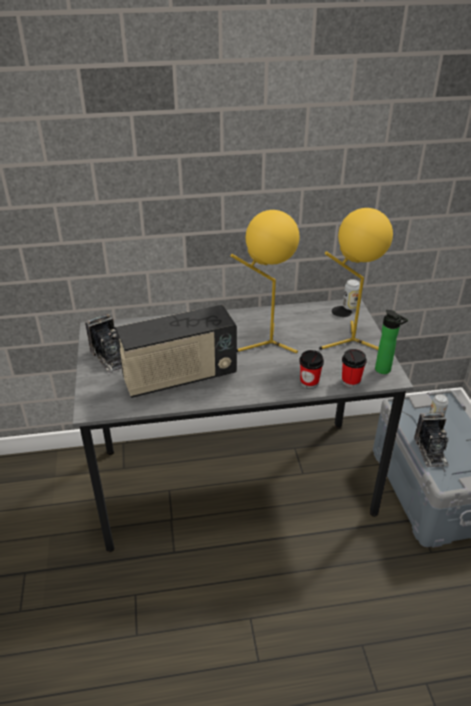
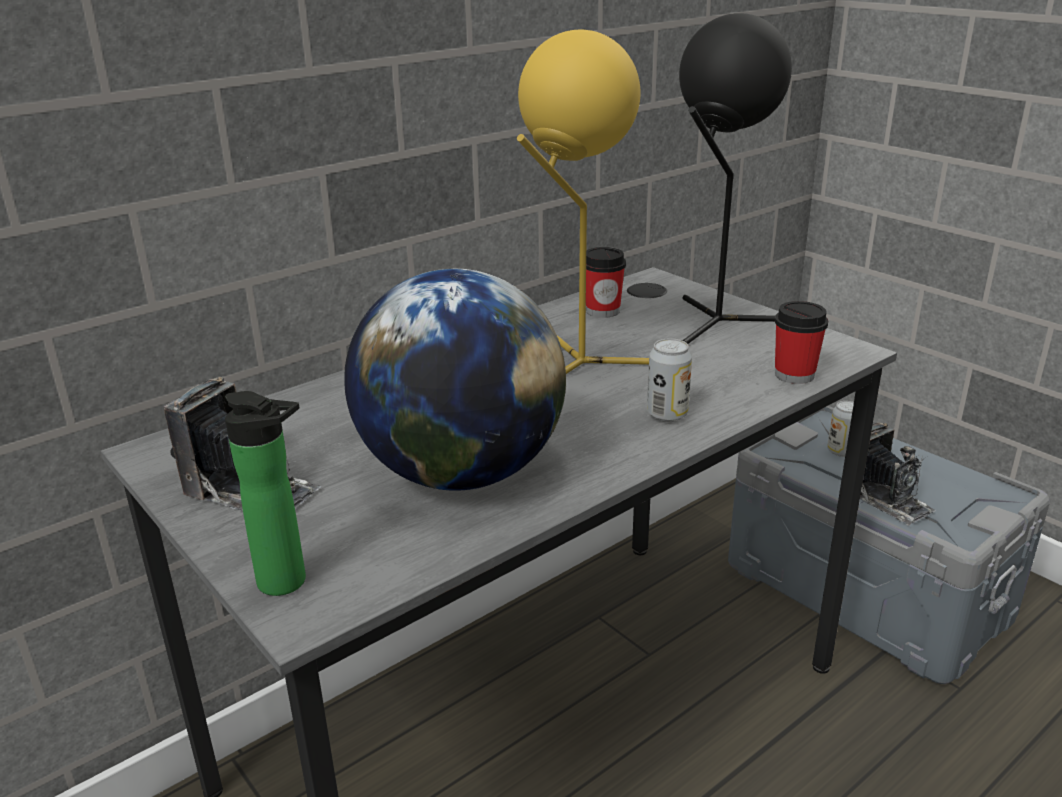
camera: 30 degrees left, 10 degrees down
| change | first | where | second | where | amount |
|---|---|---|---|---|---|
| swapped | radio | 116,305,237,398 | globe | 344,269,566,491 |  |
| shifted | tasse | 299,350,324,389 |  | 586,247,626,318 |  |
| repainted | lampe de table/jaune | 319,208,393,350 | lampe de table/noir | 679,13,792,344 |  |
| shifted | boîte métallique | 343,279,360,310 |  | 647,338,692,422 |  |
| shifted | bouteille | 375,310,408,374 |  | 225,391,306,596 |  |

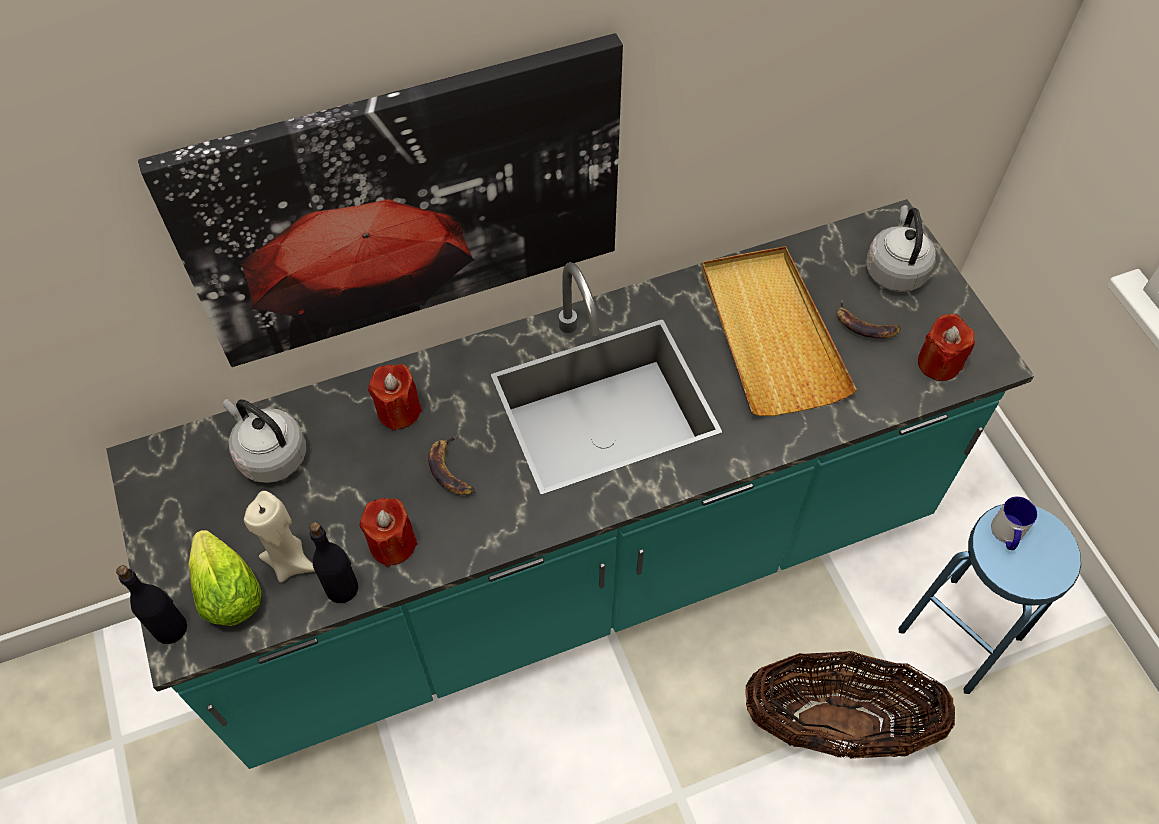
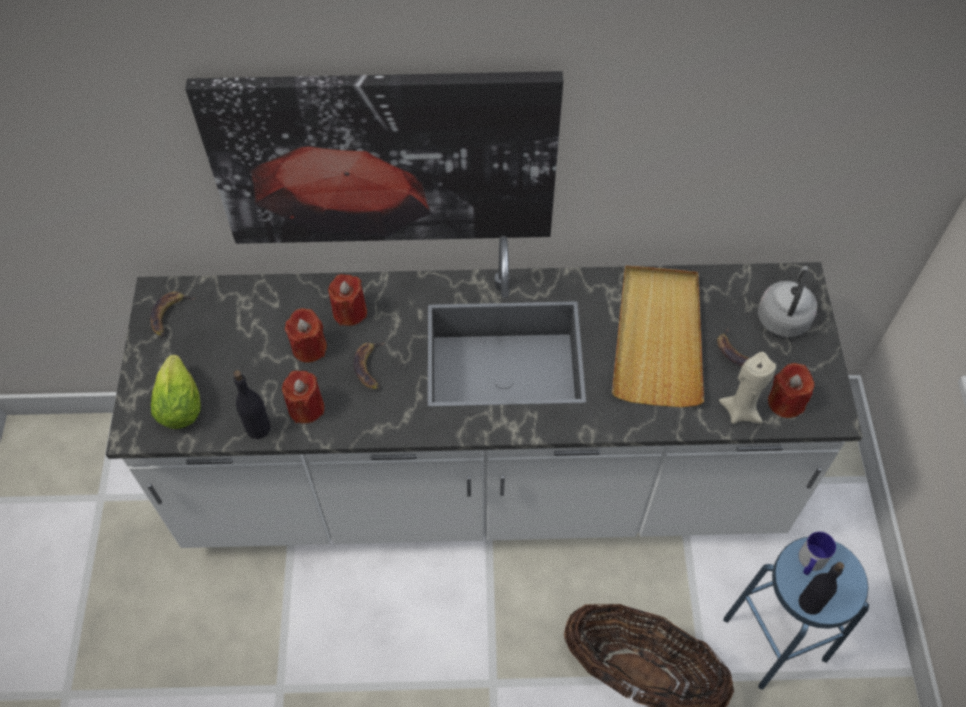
camera: 20 degrees right, 0 degrees up
| change | first | where | second | where | amount |
|---|---|---|---|---|---|
| repainted | comptoir de cuisine/turquoise | 106,199,1034,769 | comptoir de cuisine/blanc | 106,236,863,548 |  |
| shifted | bouteille/noir | 116,565,187,644 |  | 799,562,844,614 |  |
| gone | bouilloire/gris | 223,399,306,483 |  |  |  |
| shifted | bougie/beige | 244,491,315,583 |  | 719,352,776,424 |  |
| new |  |  | banane | 150,292,195,337 |  |
| new |  |  | bougie/rouge | 285,308,327,363 |  |

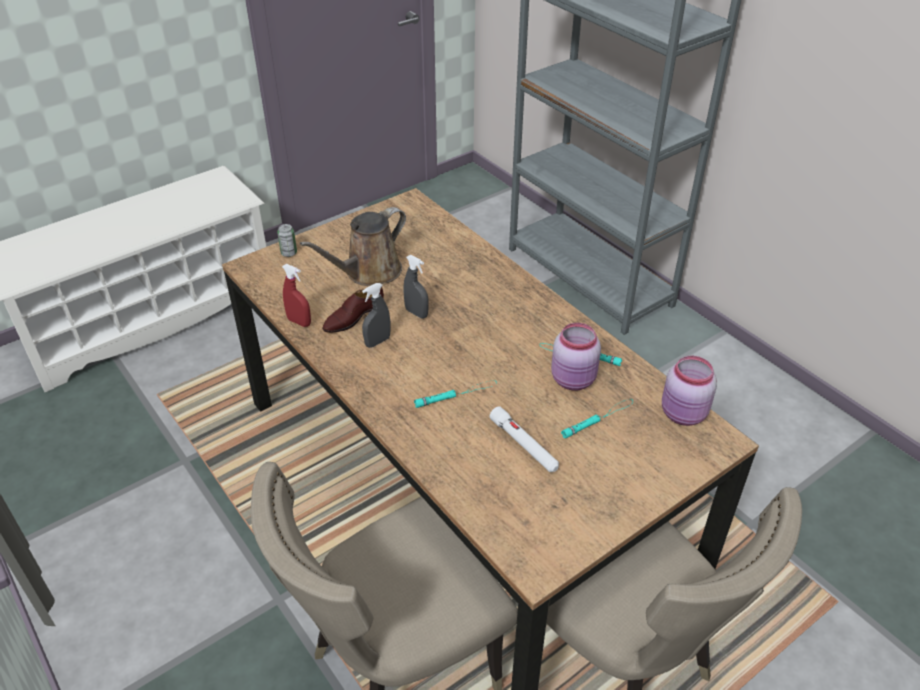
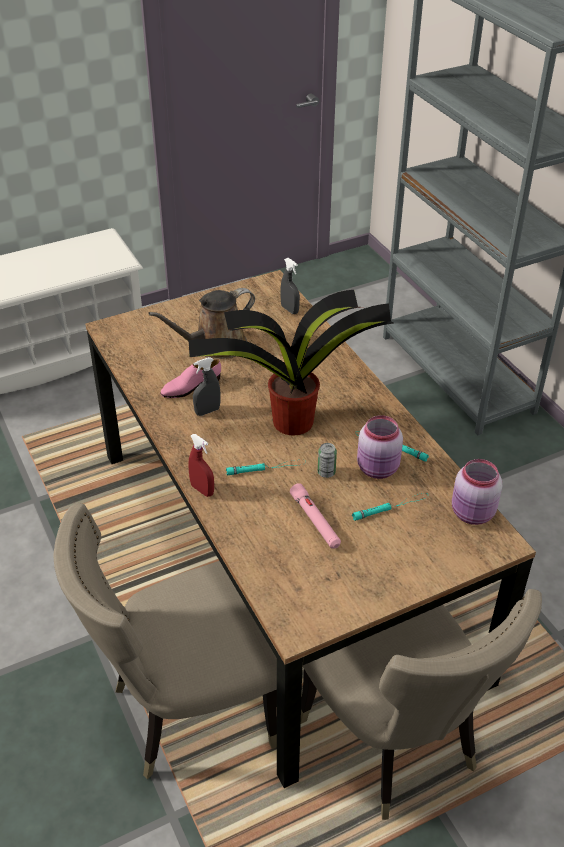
camera: 10 degrees right, 0 degrees up
| change | first | where | second | where | amount |
|---|---|---|---|---|---|
| shifted | boîte métallique | 277,224,297,257 |  | 318,443,337,478 |  |
| shifted | vaporisateur/rouge | 282,264,311,327 |  | 189,434,214,497 |  |
| repainted | chaussure/marron | 322,287,384,333 | chaussure/rose | 160,359,221,398 |  |
| shifted | vaporisateur/gris | 404,255,429,318 |  | 280,258,300,314 |  |
| repainted | lampe de poche/blanc | 490,406,559,472 | lampe de poche/rose | 290,483,341,548 |  |
| new |  |  | plante en pot | 189,290,394,436 |  |

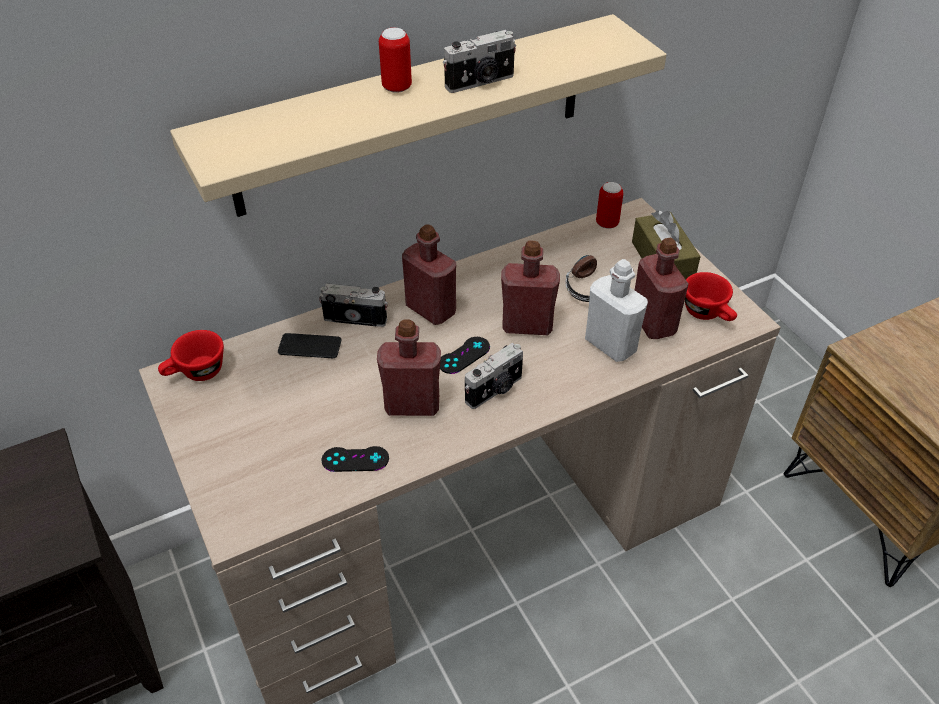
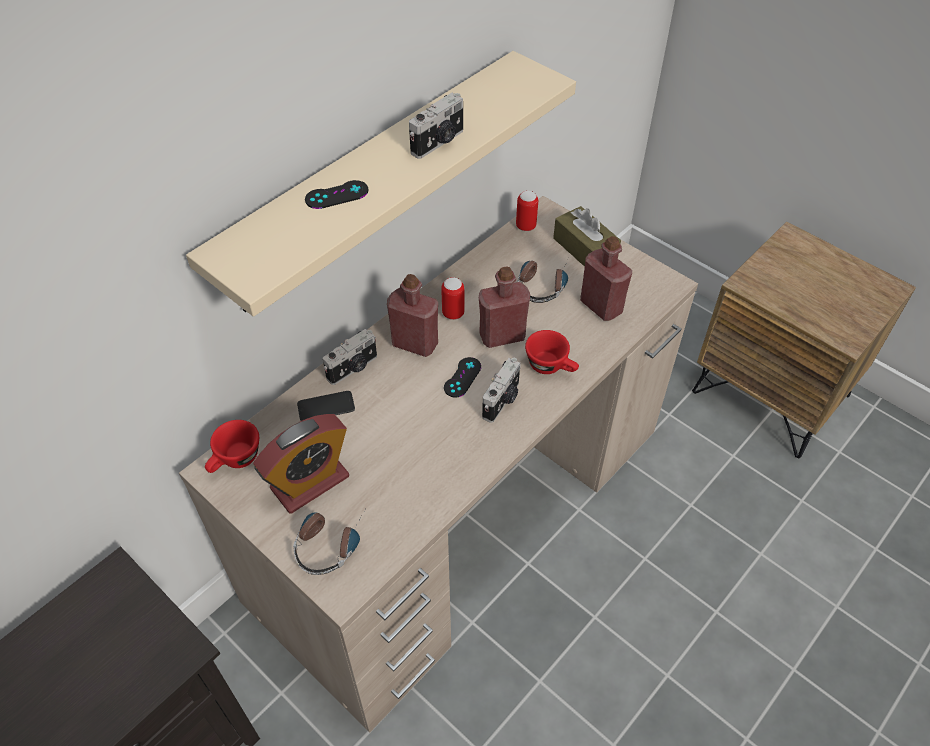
camera: 20 degrees left, 5 degrees up
| change | first | where | second | where | amount |
|---|---|---|---|---|---|
| rotated | appareil photo | 319,283,388,327 |  | 323,329,377,385 | 150 degrees clockwise |
| shifted | manette/noir | 322,446,389,472 |  | 305,180,368,209 |  |
| gone | bouteille/rouge | 377,319,441,416 |  |  |  |
| shifted | boîte métallique | 379,28,412,93 |  | 441,277,464,320 |  |
| gone | bouteille/blanc | 585,259,648,362 |  |  |  |
| shifted | tasse/rouge | 685,272,737,321 |  | 525,330,579,374 |  |
| new |  |  | réveil | 253,414,349,514 |  |
| new |  |  | casque audio | 293,507,367,575 |  |

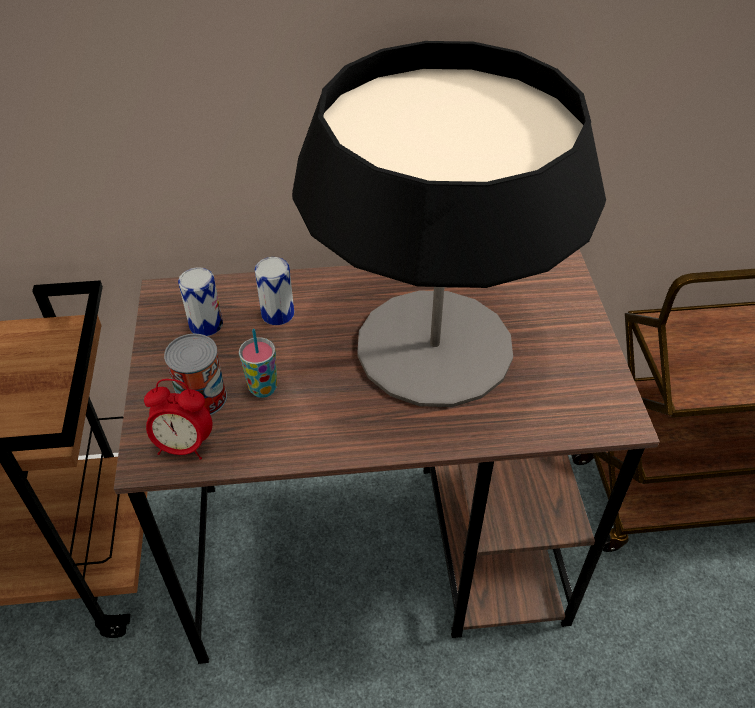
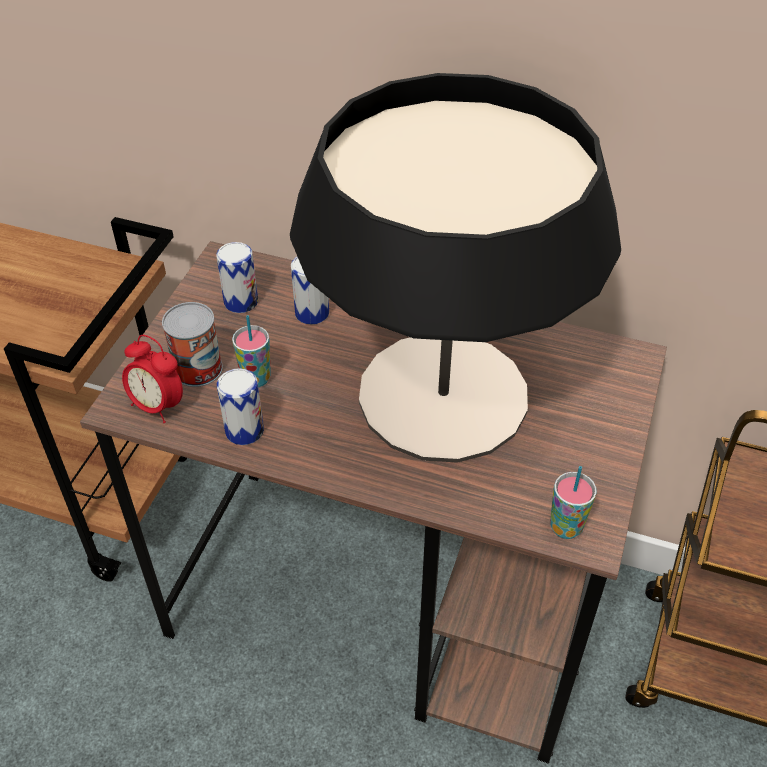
camera: 25 degrees right, 0 degrees up
| change | first | where | second | where | amount |
|---|---|---|---|---|---|
| new |  |  | boîte métallique | 217,368,264,445 |  |
| new |  |  | tasse | 550,466,597,539 |  |

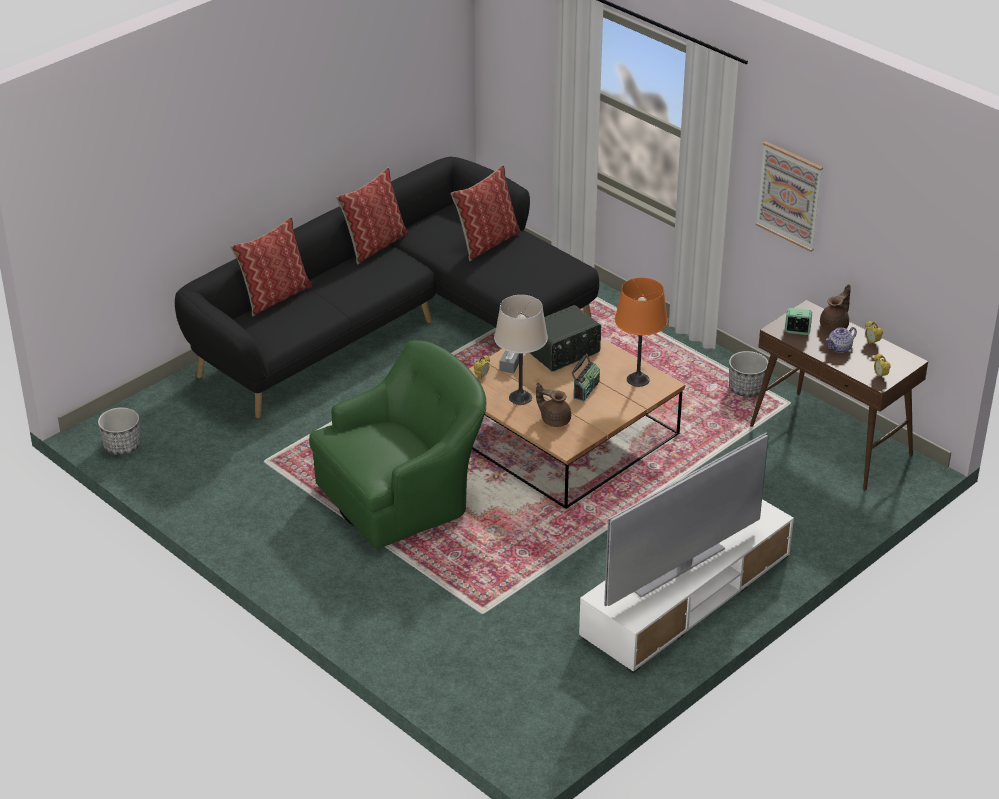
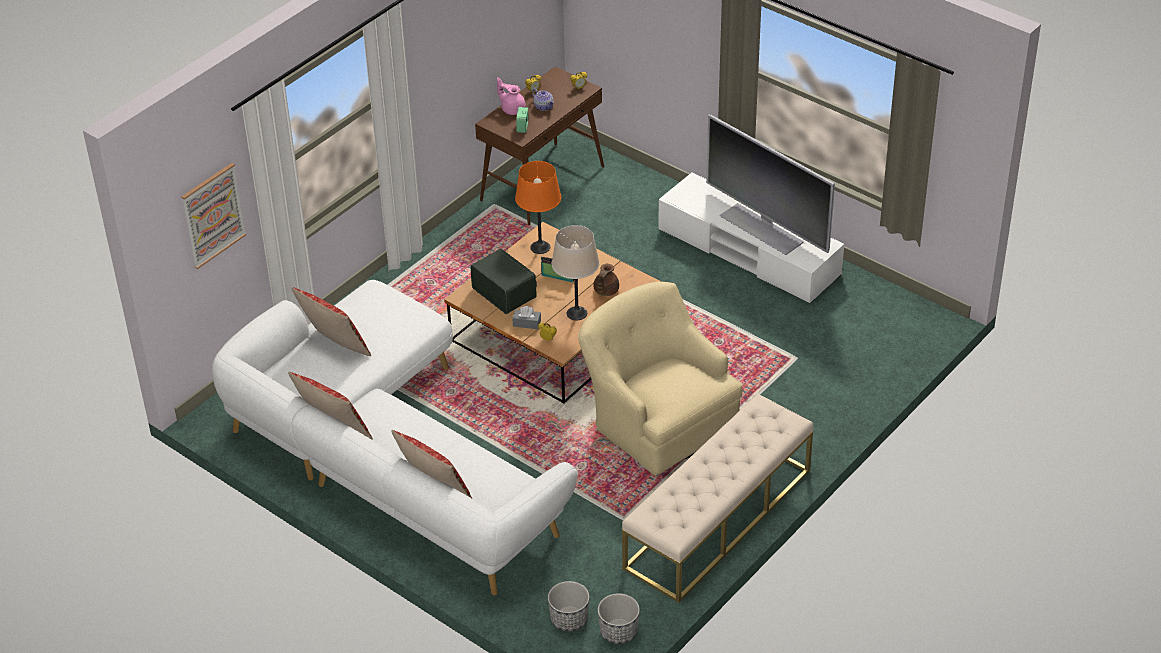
camera: 95 degrees left, 5 degrees up
| change | first | where | second | where | amount |
|---|---|---|---|---|---|
| repainted | canapé/noir | 175,157,599,418 | canapé/blanc | 212,280,578,595 |  |
| repainted | fauteuil/vert | 309,340,486,549 | fauteuil/beige | 578,282,742,475 |  |
| shifted | cache-pot | 729,351,768,397 |  | 548,581,589,632 |  |
| shifted | tableau | 755,141,823,252 |  | 181,163,246,269 |  |
| repainted | théière/marron | 820,284,851,332 | théière/rose | 497,78,526,115 |  |
| new |  |  | banc/beige | 622,394,813,603 |  |

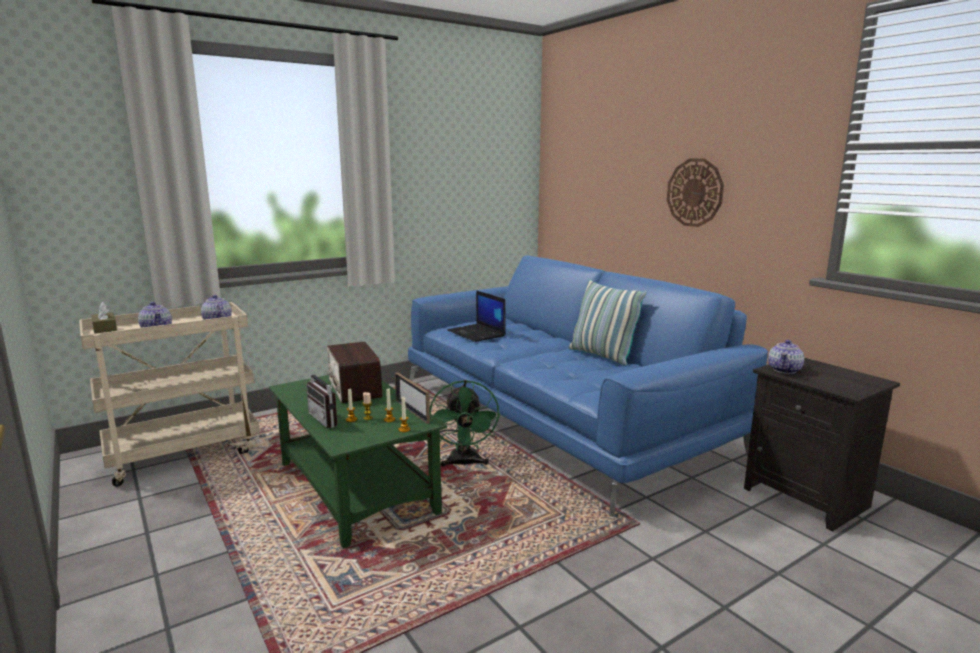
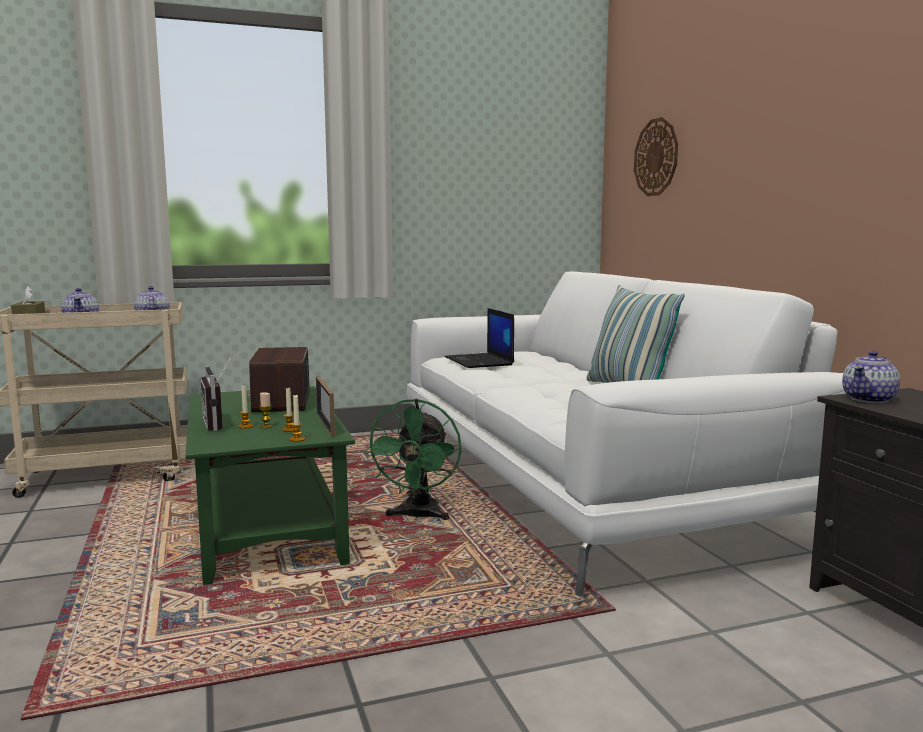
camera: 15 degrees right, 5 degrees down
| change | first | where | second | where | amount |
|---|---|---|---|---|---|
| repainted | canapé/bleu | 408,255,768,517 | canapé/blanc | 407,271,846,597 |  |
| shifted | horloge murale | 667,158,724,227 |  | 634,117,678,196 |  |

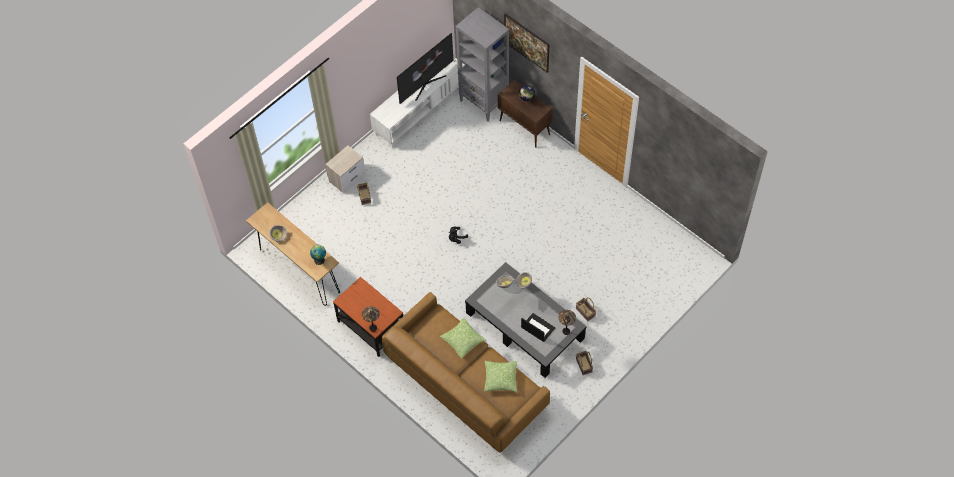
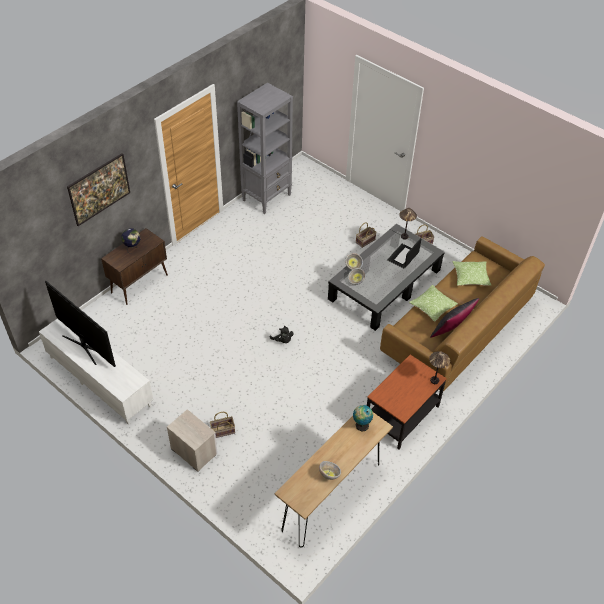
camera: 95 degrees left, 10 degrees down
| change | first | where | second | where | amount |
|---|---|---|---|---|---|
| shifted | bibliothèque/gris | 455,7,509,121 |  | 237,83,293,214 |  |
| new |  |  | coussin/noir | 430,298,479,338 |  |

